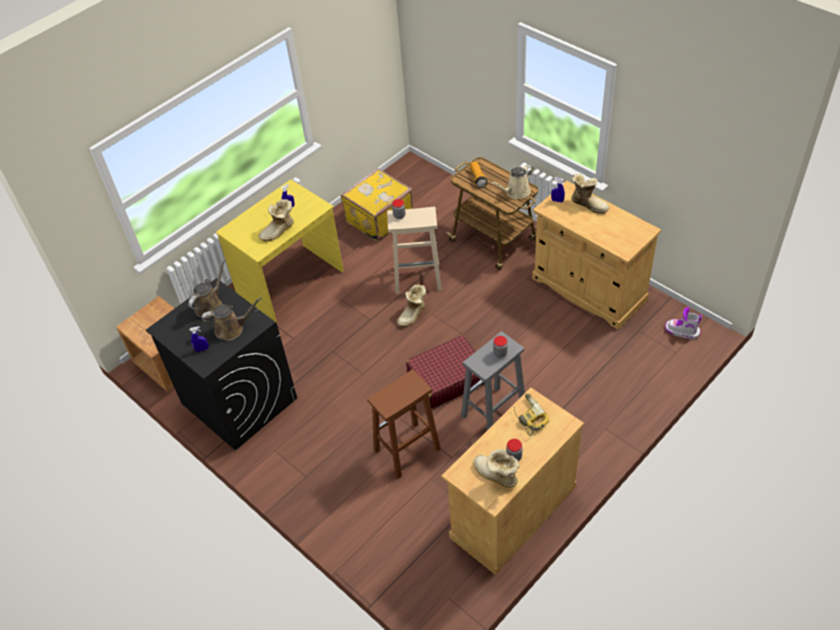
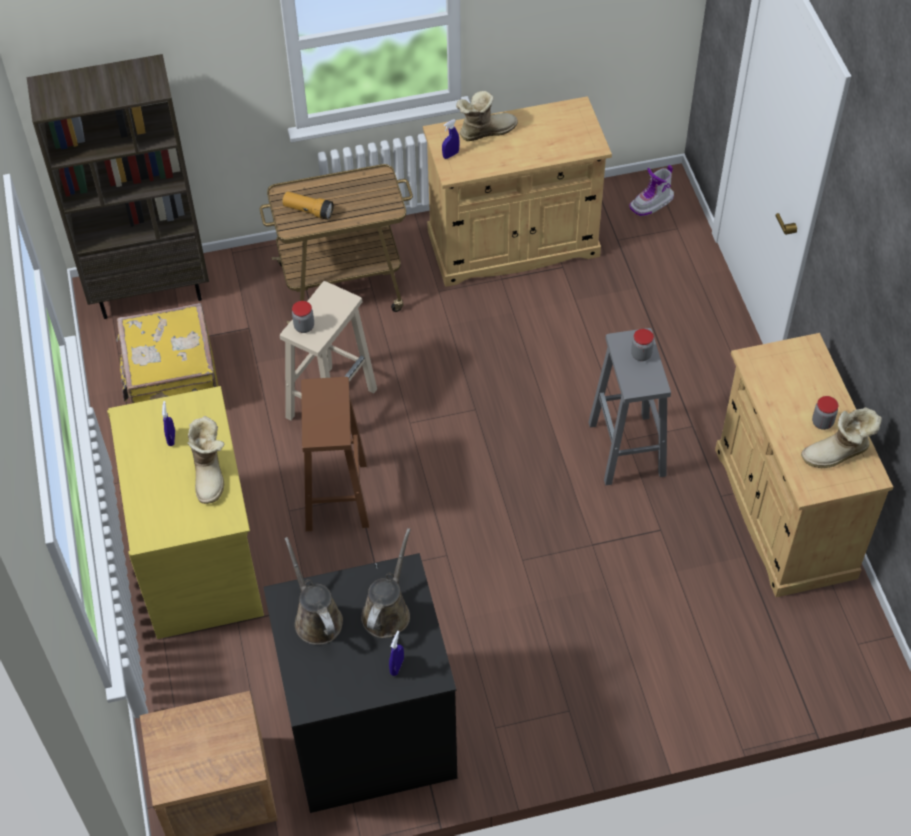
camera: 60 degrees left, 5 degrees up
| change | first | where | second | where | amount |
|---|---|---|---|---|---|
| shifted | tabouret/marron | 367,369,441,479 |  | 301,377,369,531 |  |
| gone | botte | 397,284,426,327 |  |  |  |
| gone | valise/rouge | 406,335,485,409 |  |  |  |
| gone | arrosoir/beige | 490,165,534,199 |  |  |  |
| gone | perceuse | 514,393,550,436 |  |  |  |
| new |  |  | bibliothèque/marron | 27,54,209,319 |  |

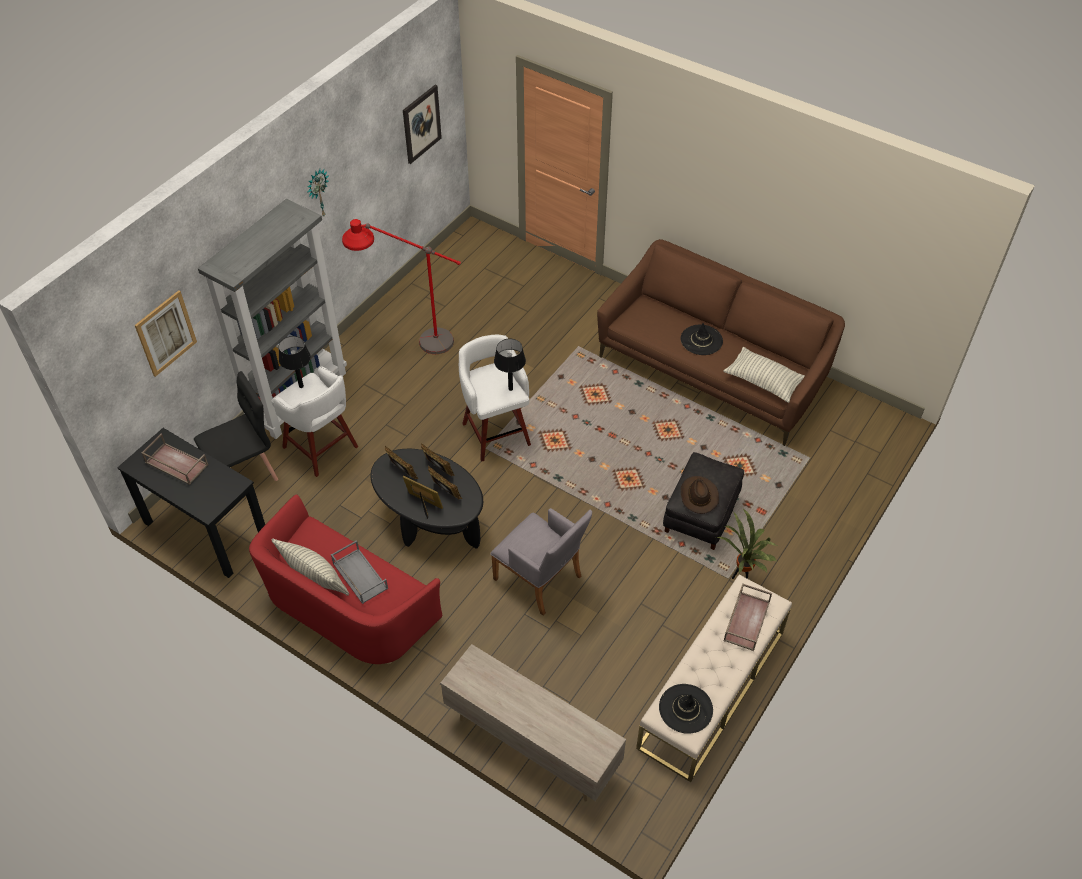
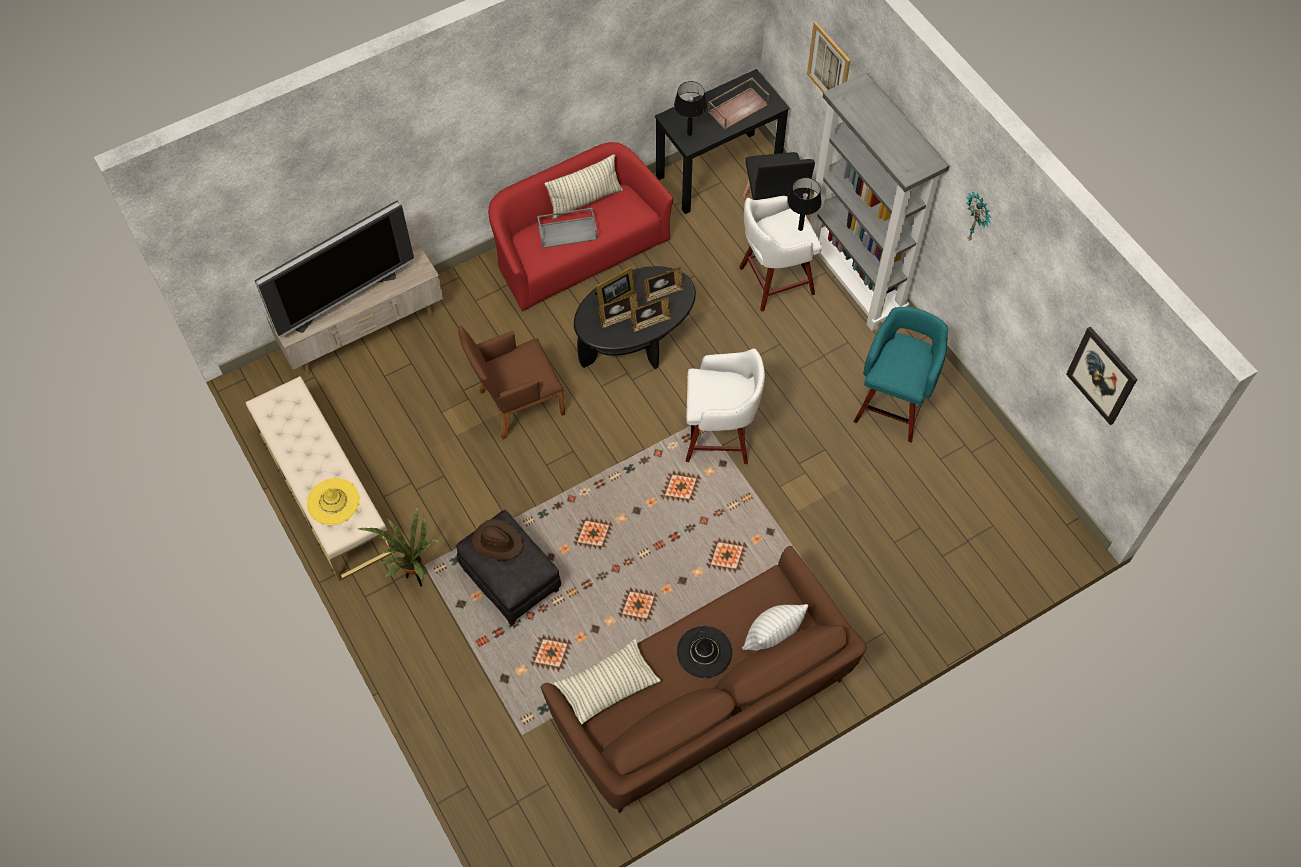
camera: 115 degrees right, 10 degrees up
| change | first | where | second | where | amount |
|---|---|---|---|---|---|
| swapped | lampadaire/rouge | 342,219,461,354 | tabouret/turquoise | 854,307,948,442 |  |
| repainted | fauteuil/gris | 490,508,592,616 | fauteuil/marron | 458,326,565,439 |  |
| shifted | lampe de table/noir | 494,339,526,391 |  | 674,81,707,136 |  |
| gone | chapeau/noir | 659,684,713,734 |  |  |  |
| swapped | plateau/marron | 724,584,772,651 | chapeau/jaune | 307,478,360,525 |  |
| new |  |  | téléviseur | 255,200,414,337 |  |
| new |  |  | coussin/blanc | 742,604,808,651 |  |

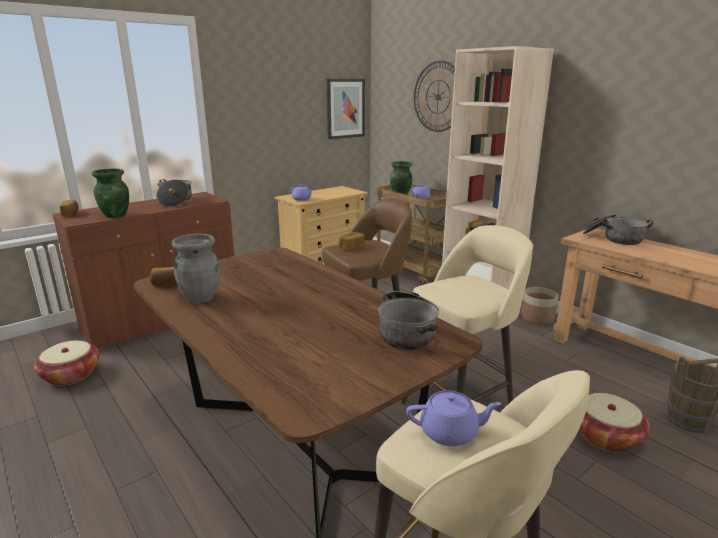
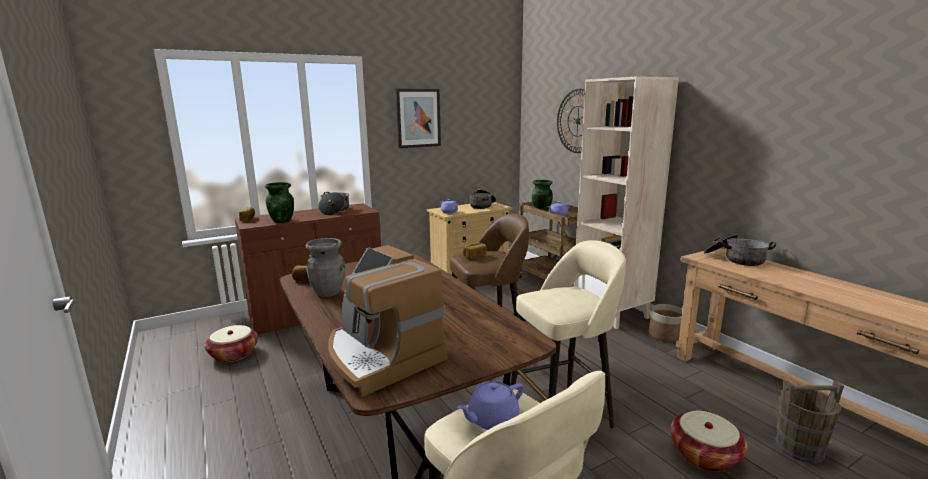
camera: 10 degrees right, 5 degrees down
| change | first | where | second | where | amount |
|---|---|---|---|---|---|
| shifted | tableau | 326,79,365,139 |  | 396,89,441,148 |  |
| shifted | marmite | 378,291,439,350 |  | 469,190,496,209 |  |
| rotated | théière/violet | 406,390,502,446 |  | 457,381,524,430 | 135 degrees clockwise |
| new |  |  | machine à café | 328,245,448,397 |  |

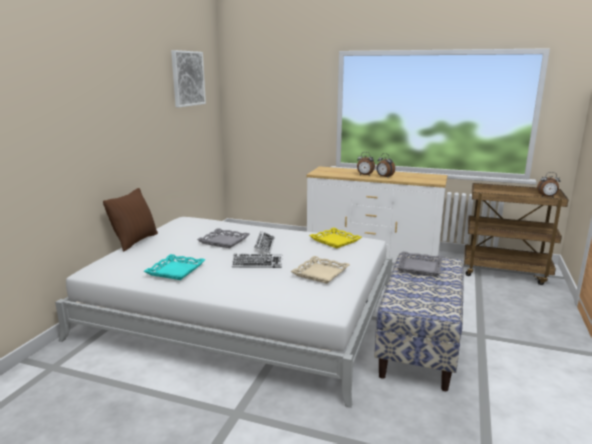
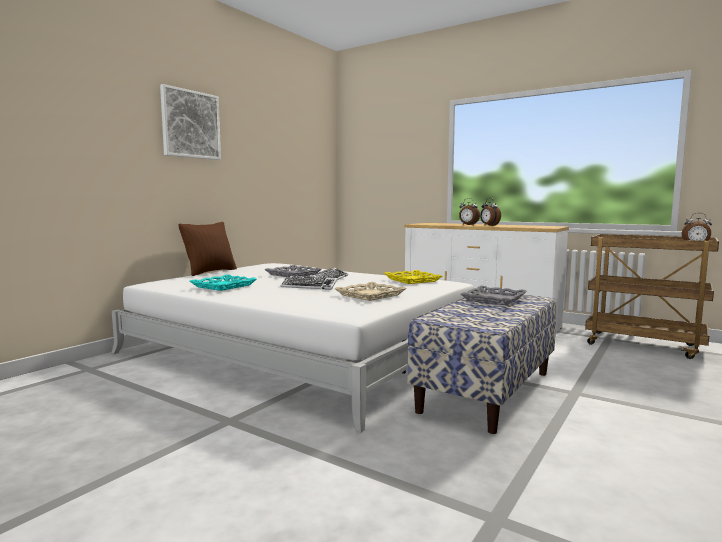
camera: 15 degrees right, 10 degrees down
| change | first | where | second | where | amount |
|---|---|---|---|---|---|
| shifted | tableau | 171,50,206,107 |  | 160,84,221,160 |  |

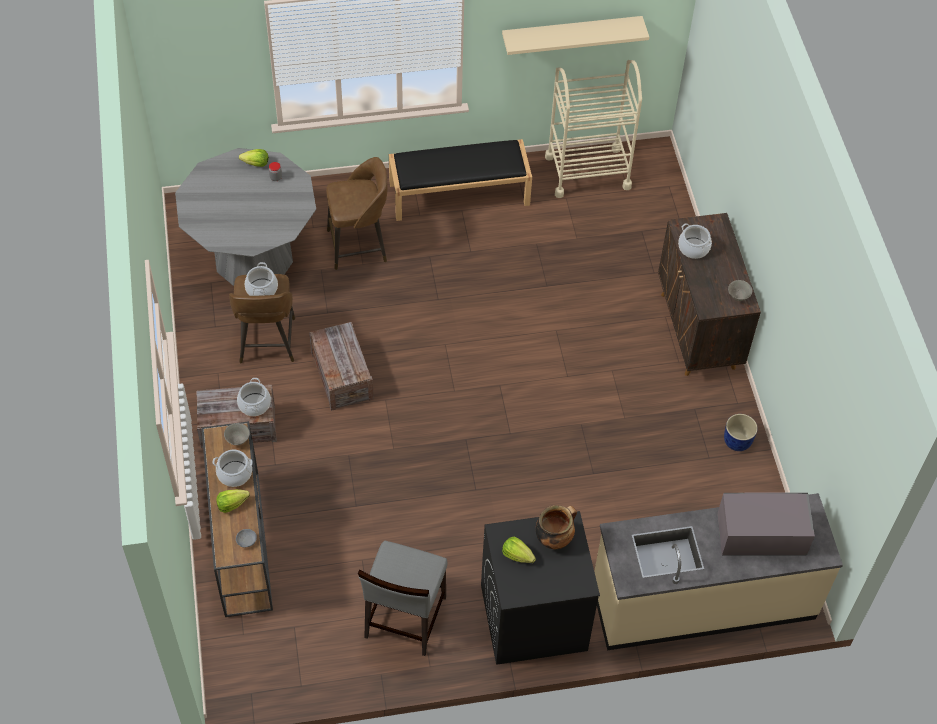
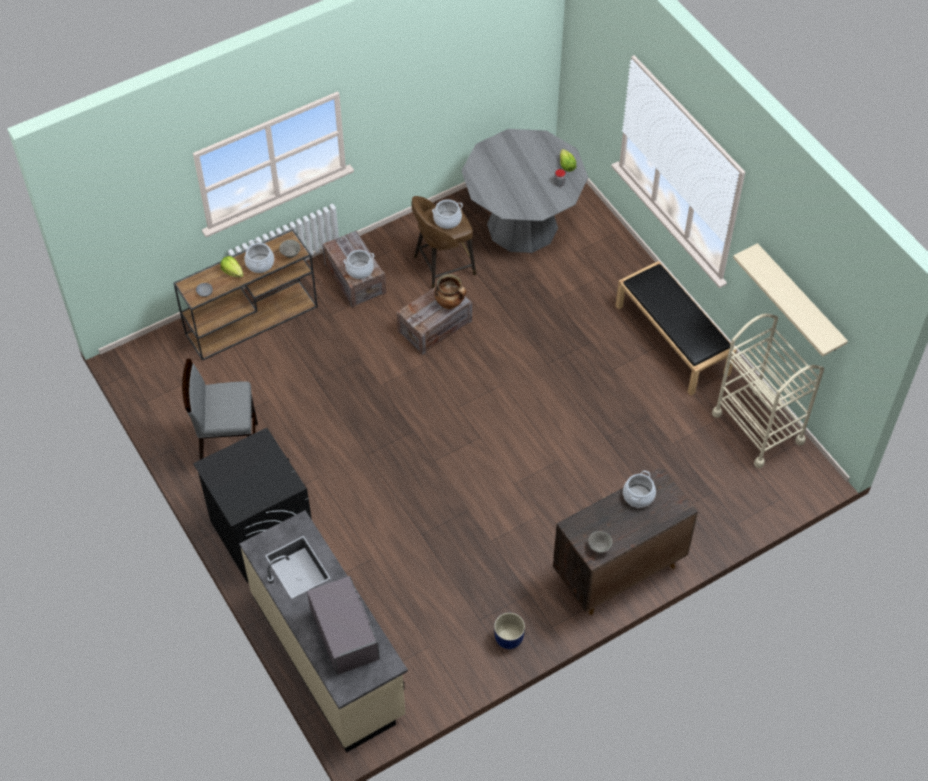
camera: 70 degrees right, 0 degrees up
| change | first | where | second | where | amount |
|---|---|---|---|---|---|
| gone | tabouret/marron | 326,157,387,270 |  |  |  |
| gone | laitue | 502,537,536,563 |  |  |  |
| shifted | marmite | 536,505,577,549 |  | 434,274,467,309 |  |

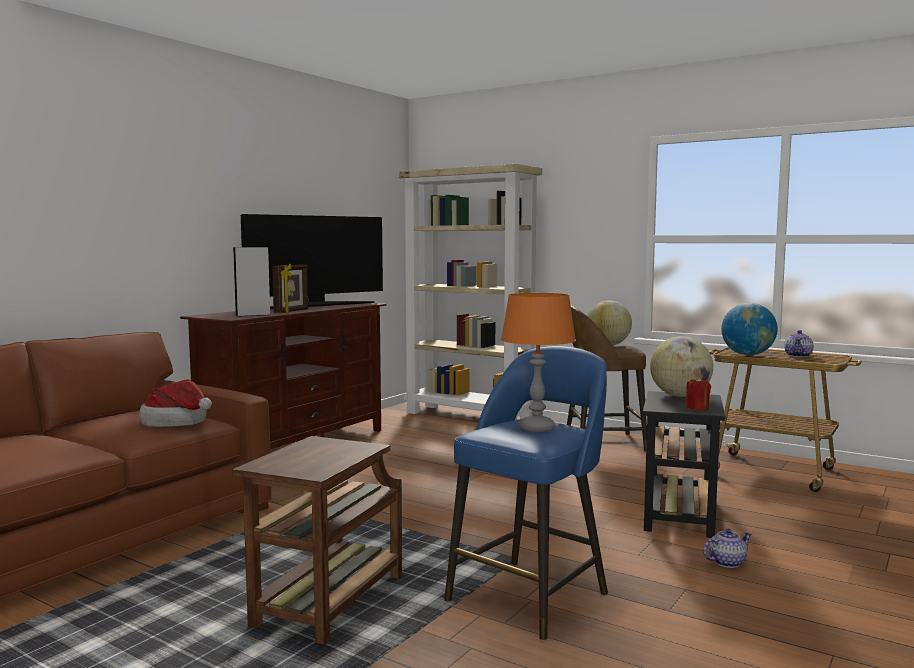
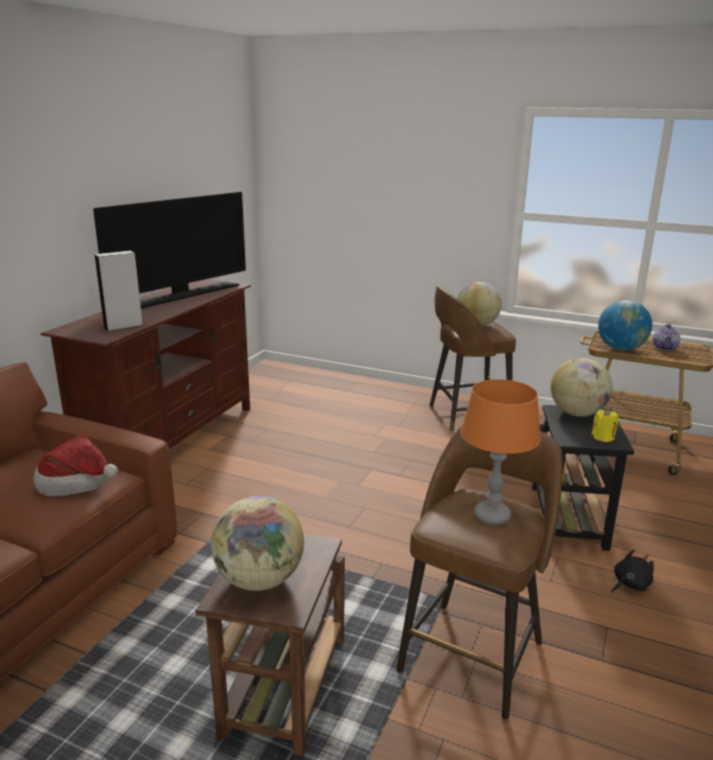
camera: 10 degrees left, 15 degrees up
| change | first | where | second | where | amount |
|---|---|---|---|---|---|
| gone | cadre photo | 272,264,308,313 |  |  |  |
| gone | bibliothèque/beige | 399,164,542,420 |  |  |  |
| repainted | tabouret/bleu | 445,346,608,641 | tabouret/marron | 397,425,563,720 |  |
| repainted | bougie/rouge | 685,377,711,410 | bougie/jaune | 592,409,619,442 |  |
| swapped | théière | 703,529,752,568 | peluche/noir | 611,549,654,593 |  |
| new |  |  | globe | 211,496,304,591 |  |

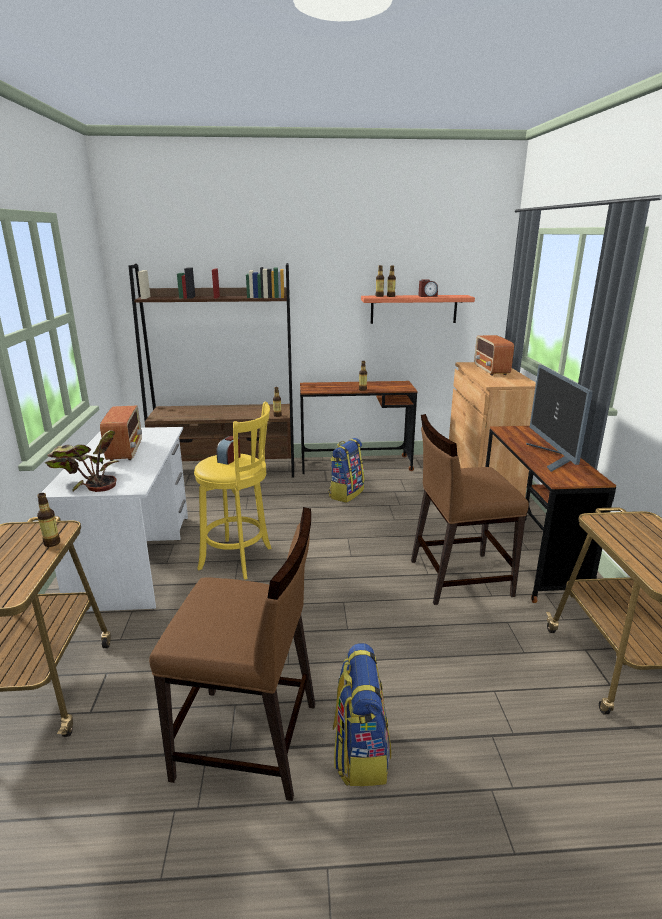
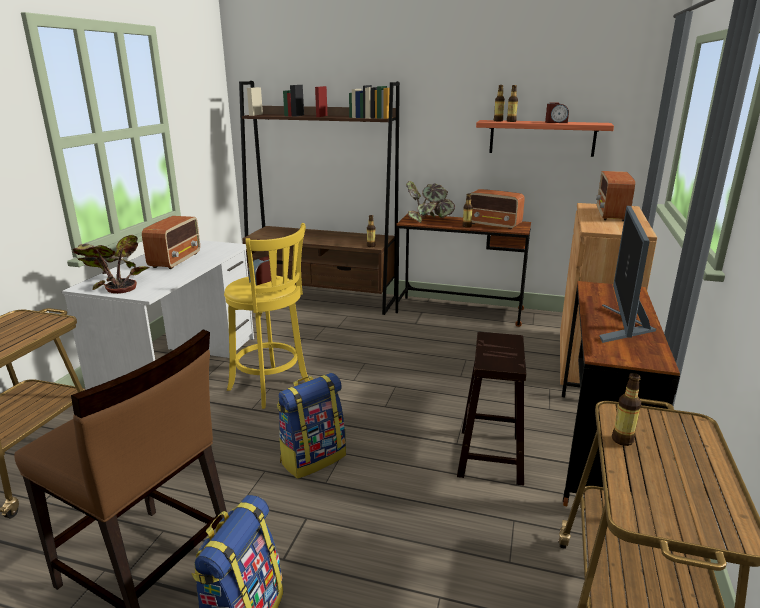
camera: 20 degrees right, 0 degrees up
| change | first | where | second | where | amount |
|---|---|---|---|---|---|
| shifted | bouteille | 37,493,60,547 |  | 612,373,641,446 |  |
| shifted | sac à dos | 328,438,365,503 |  | 277,373,346,479 |  |
| swapped | chaise/marron | 411,414,529,605 | tabouret/marron | 457,332,526,486 |  |
| new |  |  | plante en pot | 406,181,455,223 |  |
| new |  |  | radio | 470,189,525,230 |  |

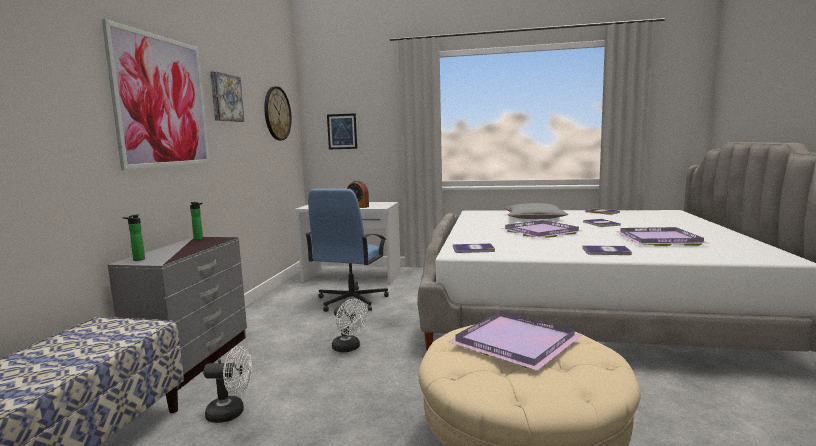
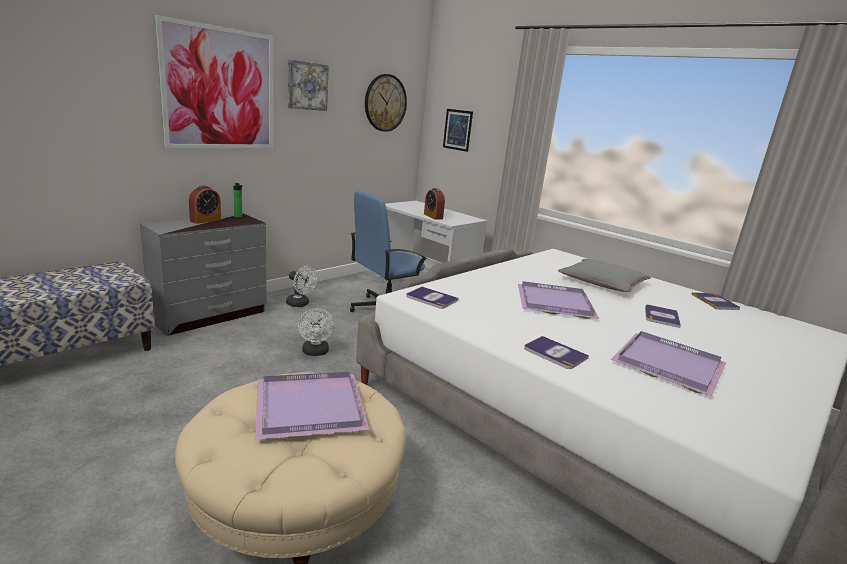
camera: 30 degrees right, 10 degrees up
| change | first | where | second | where | amount |
|---|---|---|---|---|---|
| gone | bouteille | 122,214,145,261 |  |  |  |
| shifted | ventilateur/blanc | 203,346,252,423 |  | 286,266,317,307 |  |
| new |  |  | réveil | 189,185,221,224 |  |

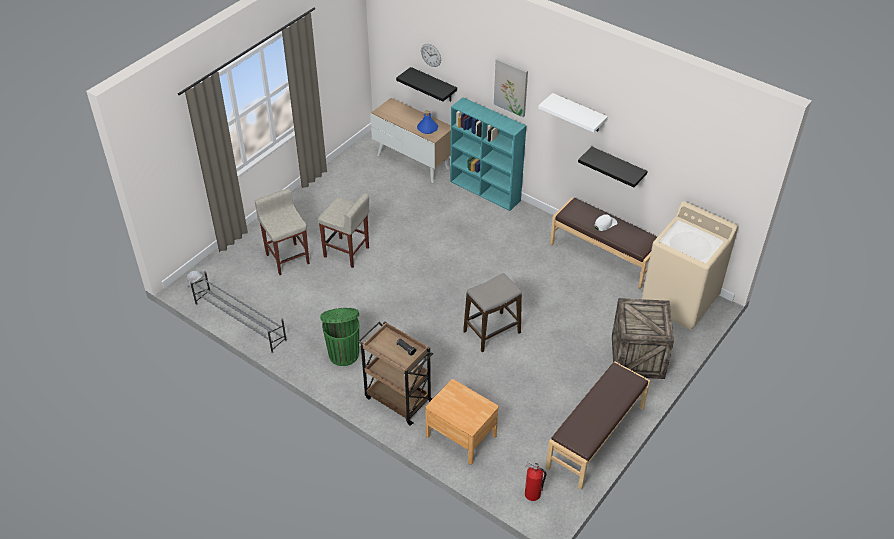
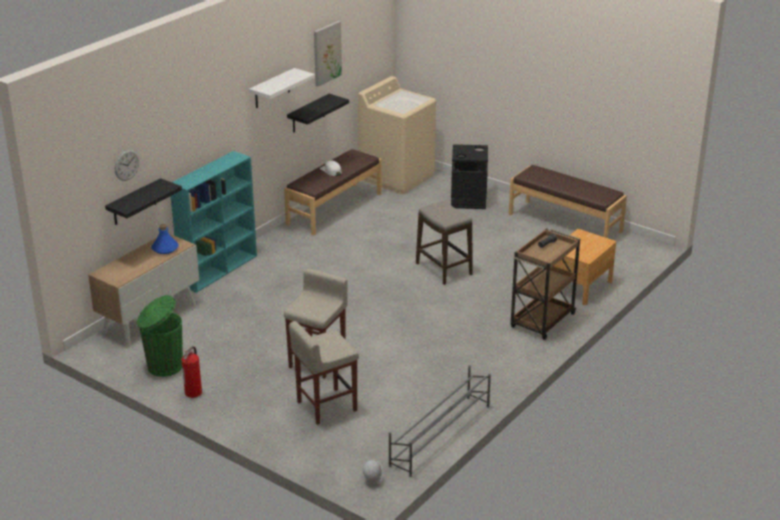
camera: 90 degrees left, 15 degrees down
| change | first | where | second | where | amount |
|---|---|---|---|---|---|
| shifted | poubelle/vert | 320,308,359,366 |  | 137,295,183,377 |  |
| shifted | tableau | 494,58,528,117 |  | 314,21,342,87 |  |
| shifted | extincteur | 525,461,546,501 |  | 181,346,202,398 |  |
| swapped | caisse | 612,298,674,379 | poubelle/noir | 451,144,488,209 |  |

